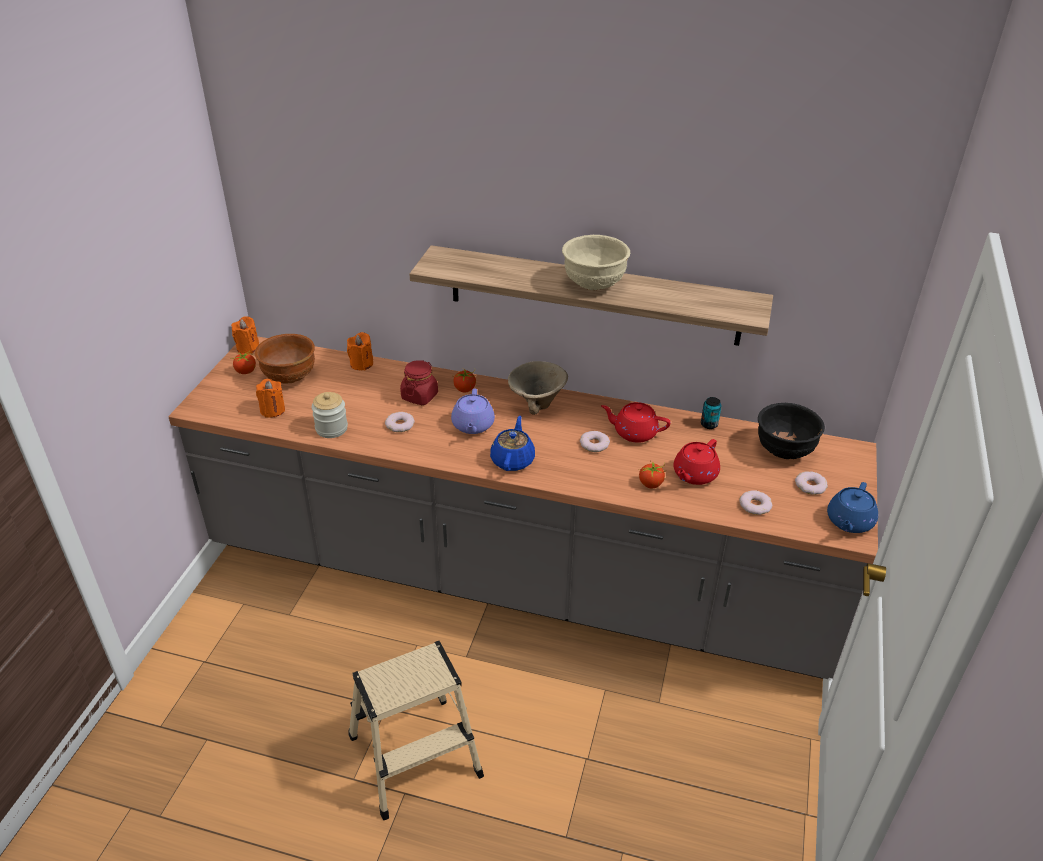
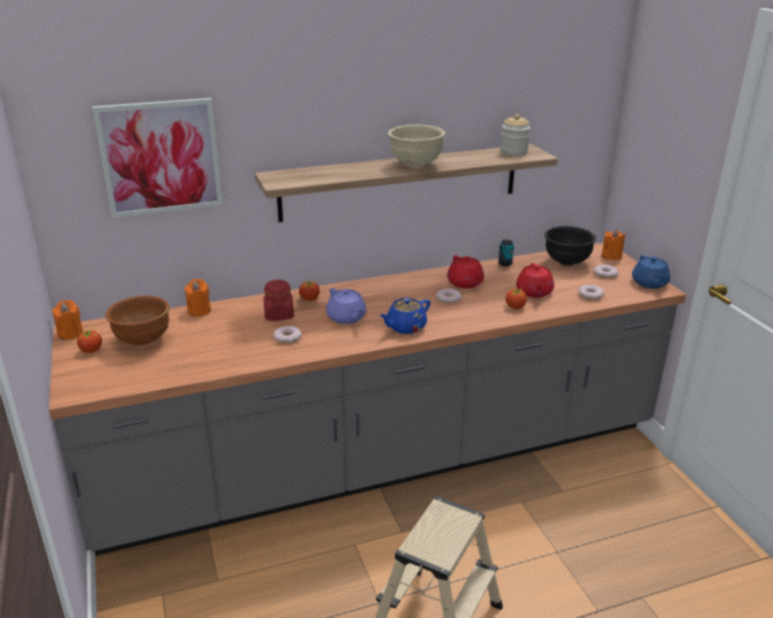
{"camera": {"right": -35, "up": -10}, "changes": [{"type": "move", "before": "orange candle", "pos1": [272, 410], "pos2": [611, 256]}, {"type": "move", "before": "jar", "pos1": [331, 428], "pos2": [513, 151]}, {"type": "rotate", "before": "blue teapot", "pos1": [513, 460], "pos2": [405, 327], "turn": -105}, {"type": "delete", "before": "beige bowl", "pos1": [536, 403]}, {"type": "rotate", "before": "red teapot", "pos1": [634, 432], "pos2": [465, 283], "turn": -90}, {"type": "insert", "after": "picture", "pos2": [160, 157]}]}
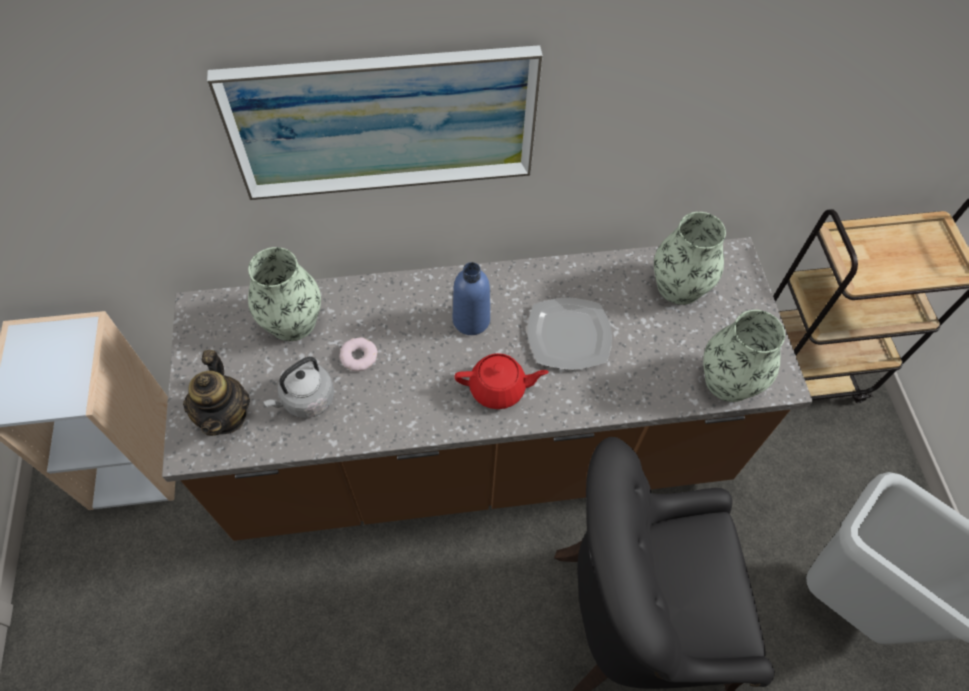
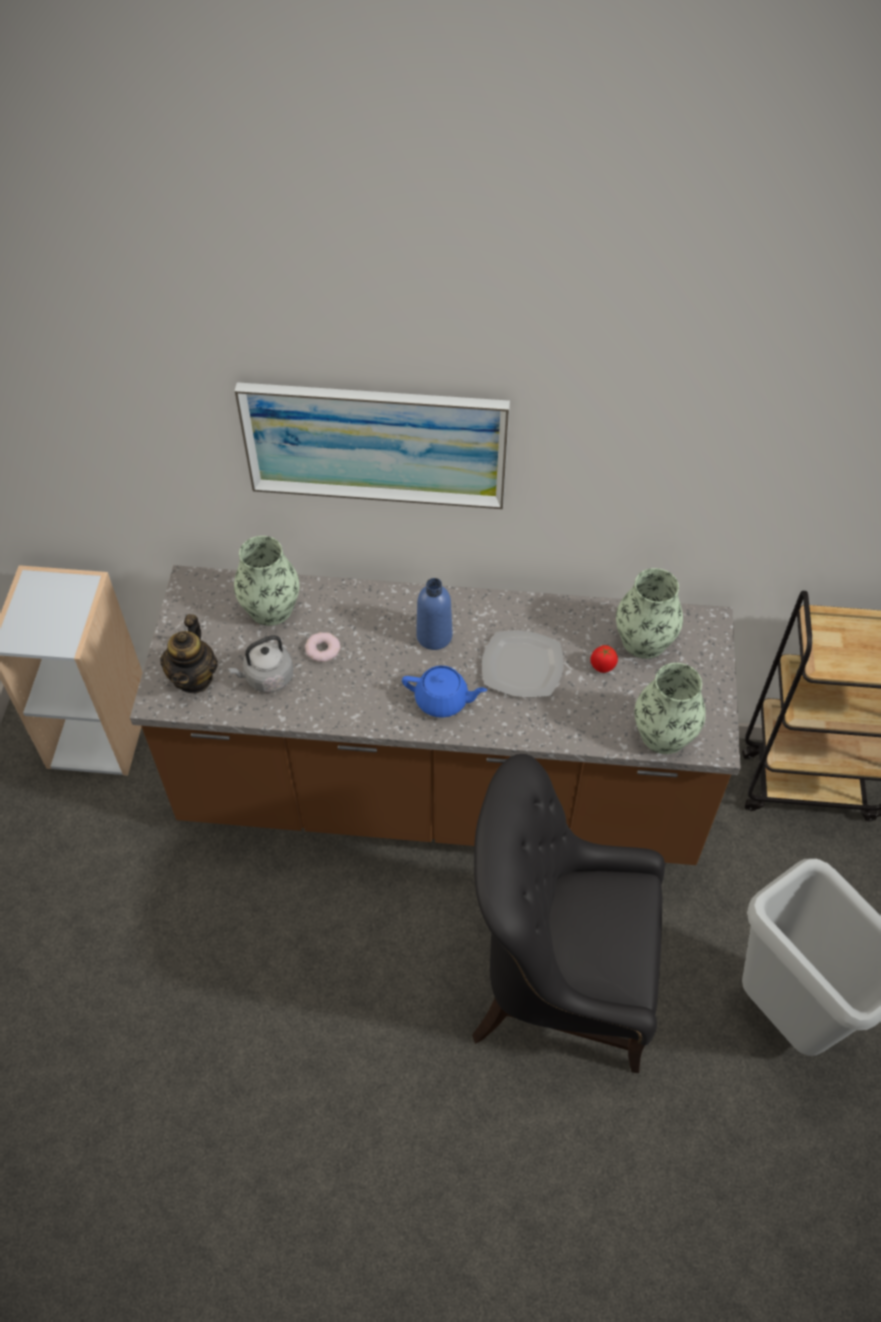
{"camera": {"right": 15, "up": -5}, "changes": [{"type": "recolor", "before": "red teapot", "after": "blue teapot", "pos1": [498, 388], "pos2": [442, 700]}, {"type": "insert", "after": "tomato", "pos2": [602, 667]}]}
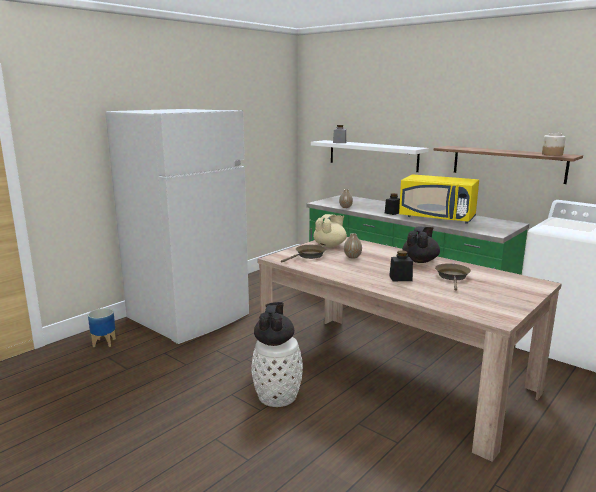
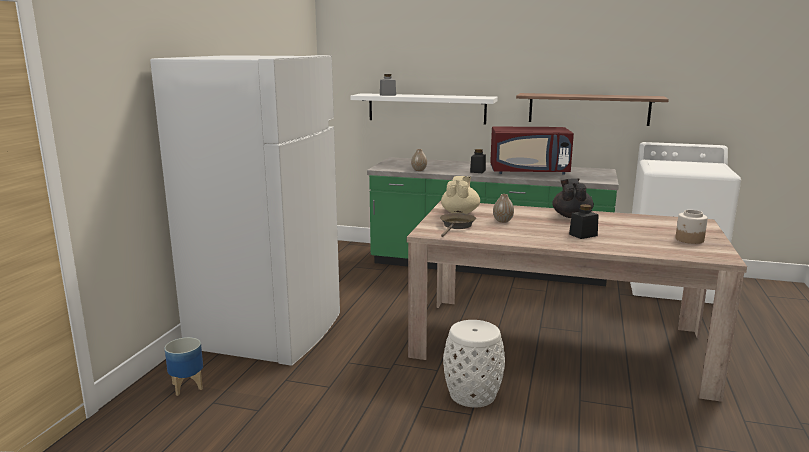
{"camera": {"right": -25, "up": 0}, "changes": [{"type": "delete", "before": "black teapot", "pos1": [274, 342]}, {"type": "recolor", "before": "yellow microwave", "after": "red microwave", "pos1": [437, 218], "pos2": [529, 172]}, {"type": "delete", "before": "brown frying pan", "pos1": [452, 277]}, {"type": "move", "before": "jar", "pos1": [552, 154], "pos2": [689, 240]}]}
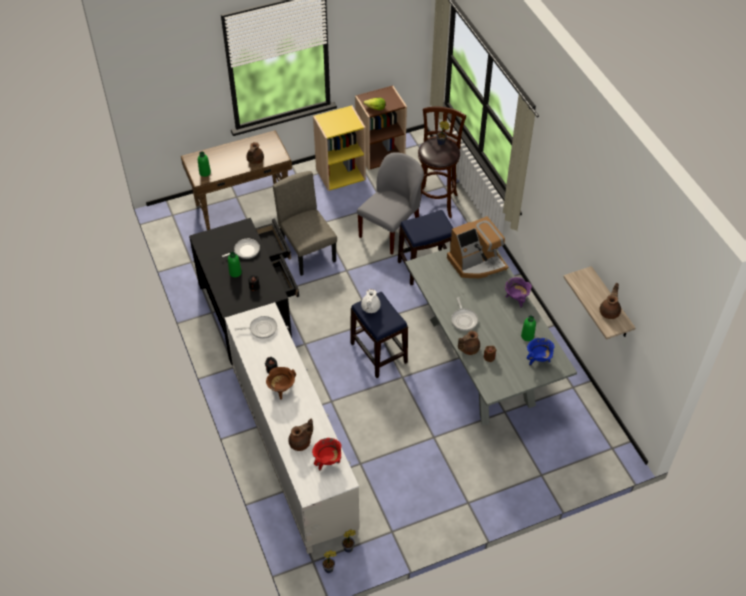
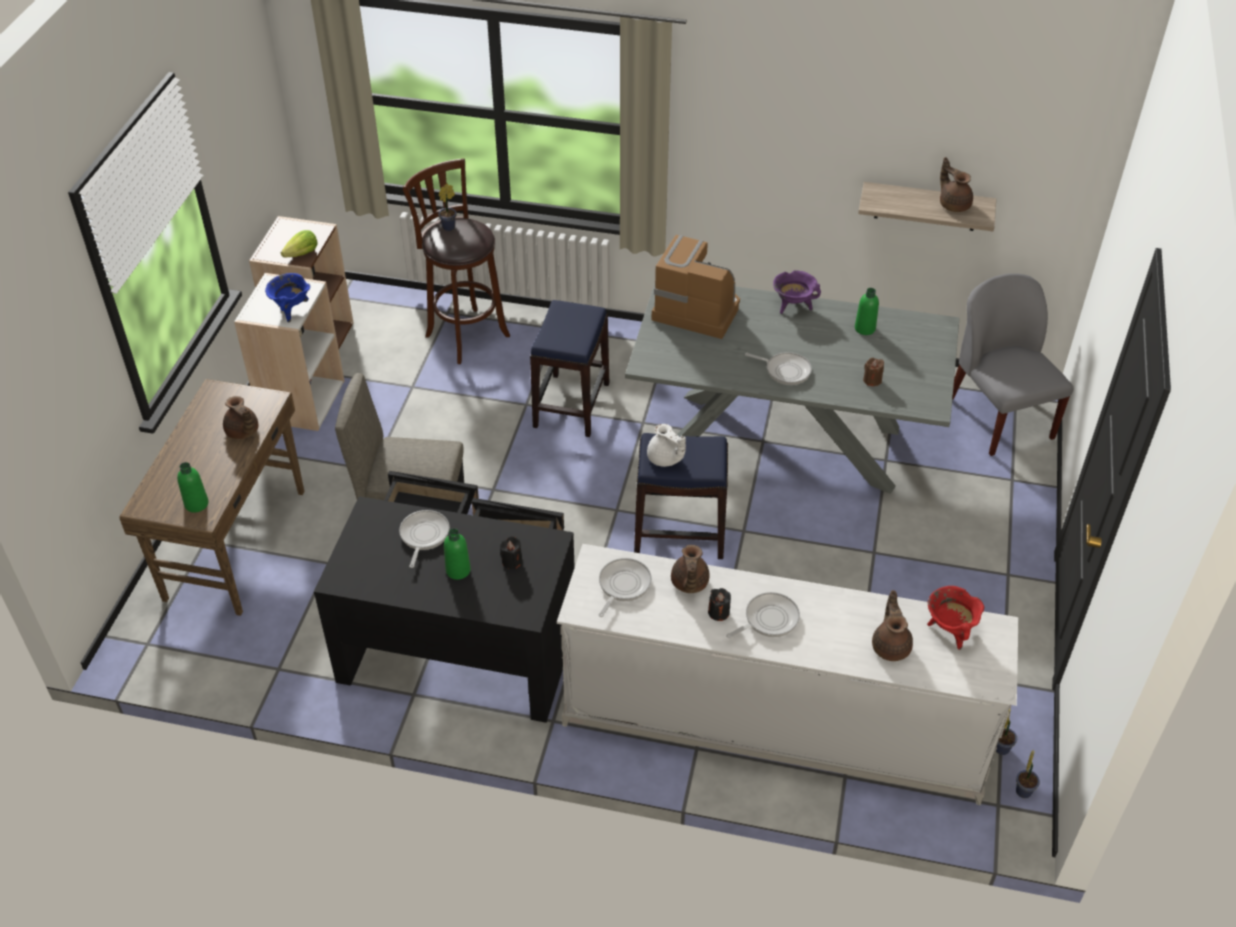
{"camera": {"right": -55, "up": -5}, "changes": [{"type": "replace", "before": "brown cooking pot", "after": "frying pan", "pos1": [281, 389], "pos2": [768, 619]}, {"type": "recolor", "before": "yellow bookcase", "after": "white bookcase", "pos1": [341, 174], "pos2": [301, 400]}, {"type": "move", "before": "grey chair", "pos1": [390, 230], "pos2": [998, 416]}, {"type": "rotate", "before": "coffee machine", "pos1": [477, 263], "pos2": [696, 309], "turn": -75}, {"type": "move", "before": "brown teapot", "pos1": [468, 348], "pos2": [689, 583]}, {"type": "move", "before": "blue cooking pot", "pos1": [538, 359], "pos2": [291, 310]}]}
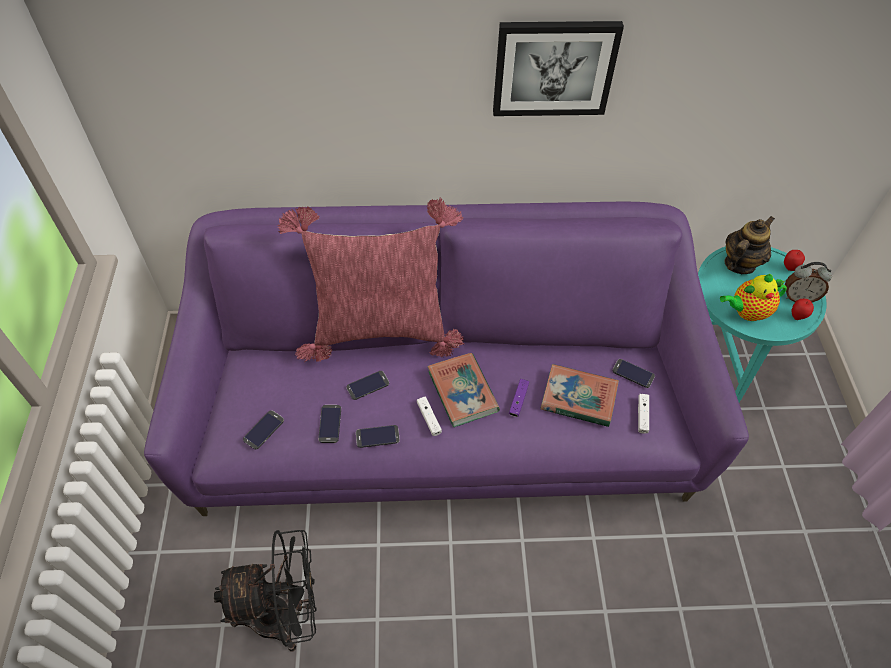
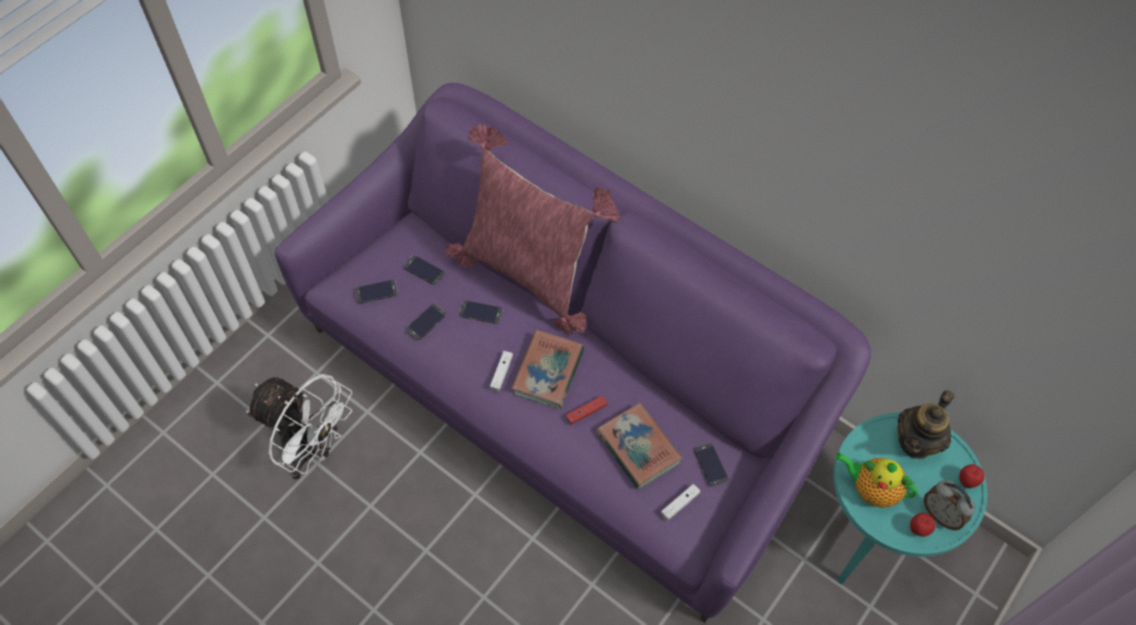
{"camera": {"right": 40, "up": 5}, "changes": [{"type": "recolor", "before": "black fan", "after": "white fan", "pos1": [286, 615], "pos2": [311, 450]}, {"type": "move", "before": "phone", "pos1": [377, 436], "pos2": [424, 270]}, {"type": "delete", "before": "picture", "pos1": [554, 68]}, {"type": "recolor", "before": "purple game controller", "after": "red game controller", "pos1": [518, 400], "pos2": [586, 412]}, {"type": "rotate", "before": "teapot", "pos1": [739, 264], "pos2": [916, 441], "turn": 135}]}
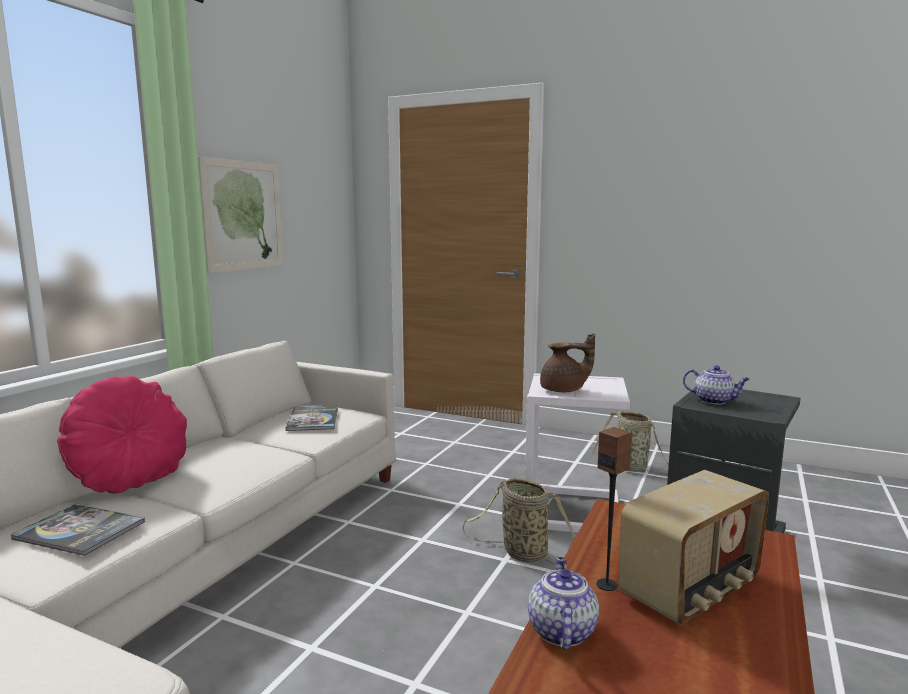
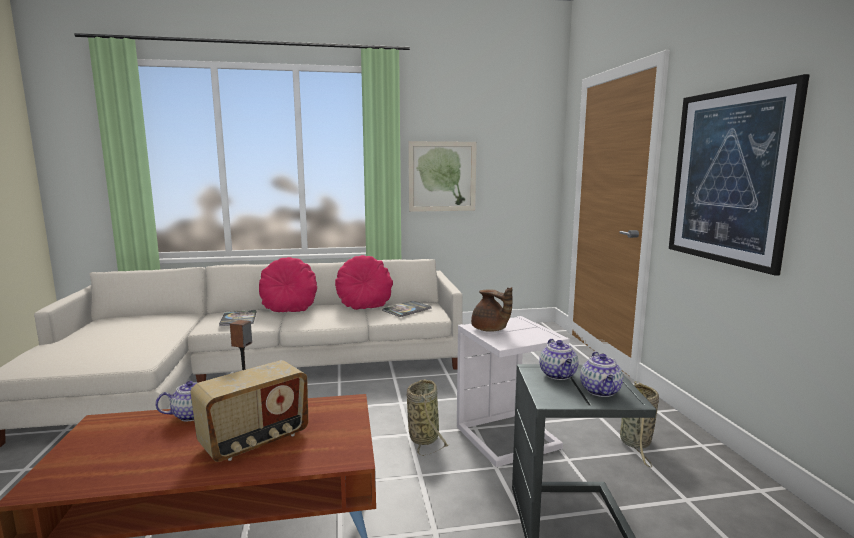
{"camera": {"right": 55, "up": 0}, "changes": [{"type": "rotate", "before": "radio", "pos1": [692, 591], "pos2": [255, 441], "turn": -60}, {"type": "insert", "after": "pink pillow", "pos2": [364, 307]}, {"type": "insert", "after": "teapot", "pos2": [601, 391]}, {"type": "insert", "after": "picture", "pos2": [728, 177]}]}
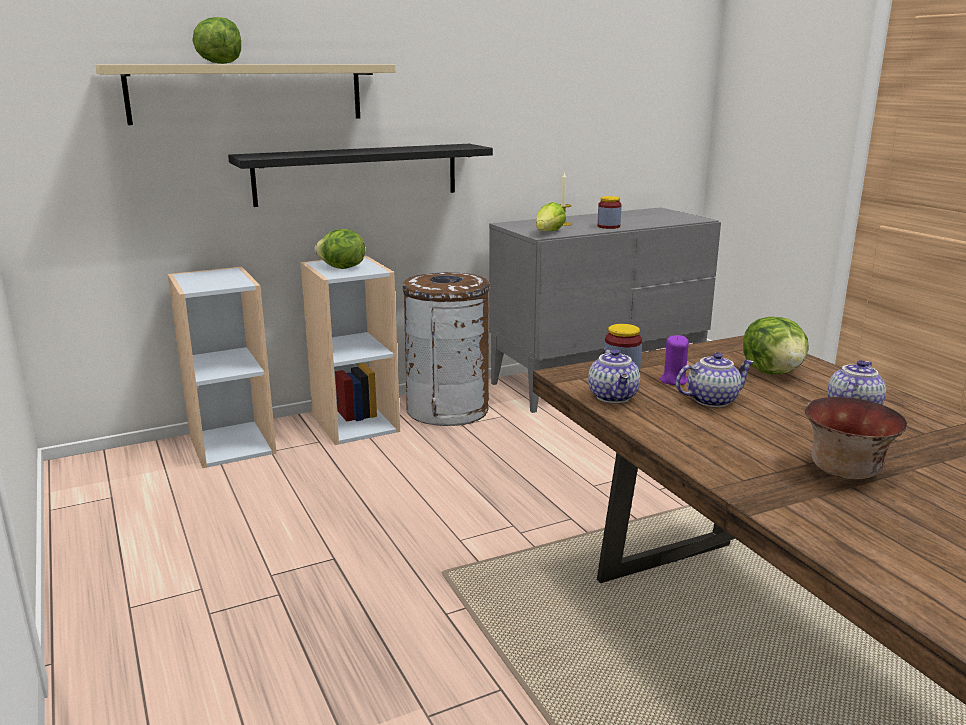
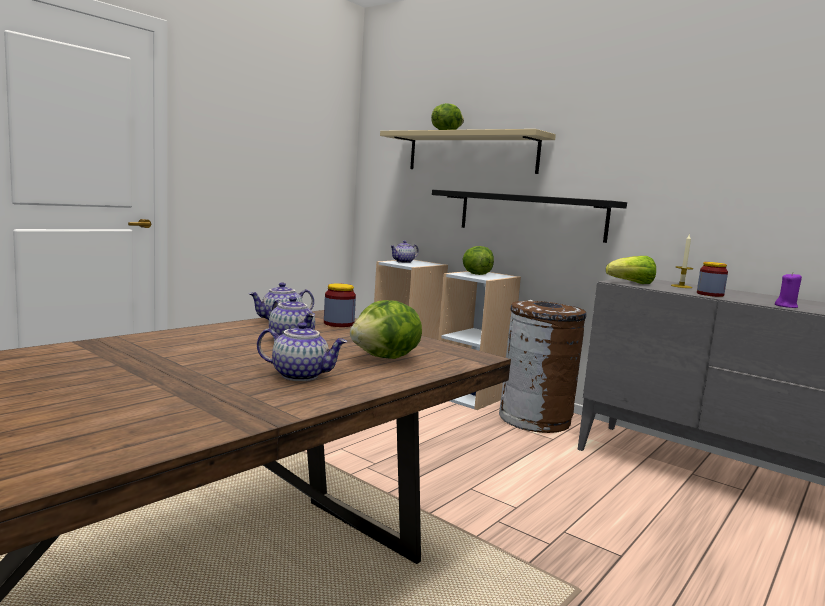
{"camera": {"right": 65, "up": -10}, "changes": [{"type": "move", "before": "purple candle", "pos1": [673, 380], "pos2": [786, 306]}, {"type": "delete", "before": "bowl", "pos1": [844, 470]}, {"type": "insert", "after": "teapot", "pos2": [403, 262]}]}
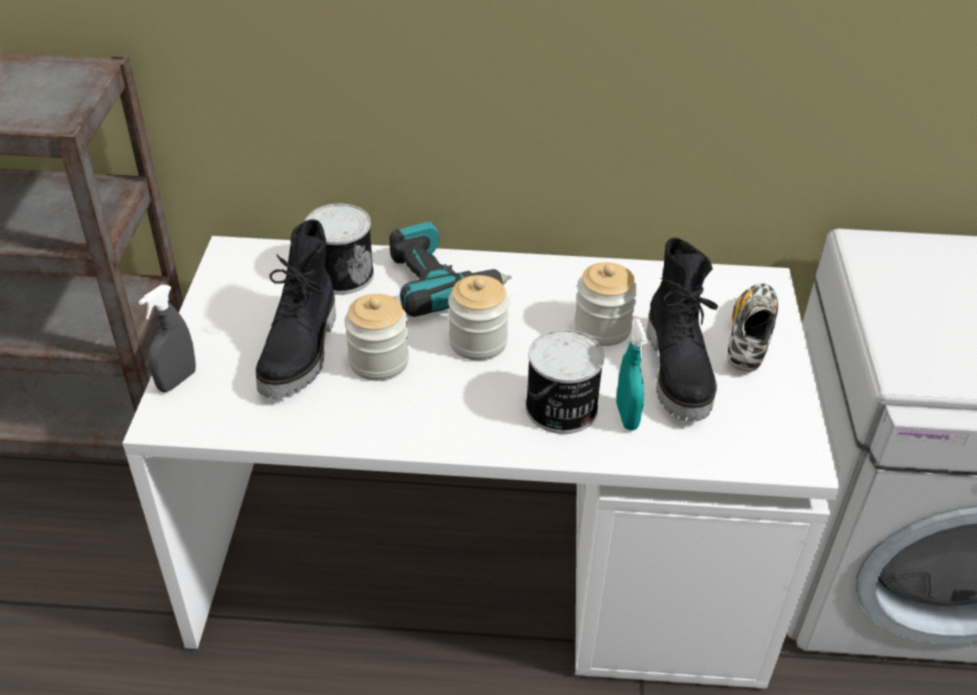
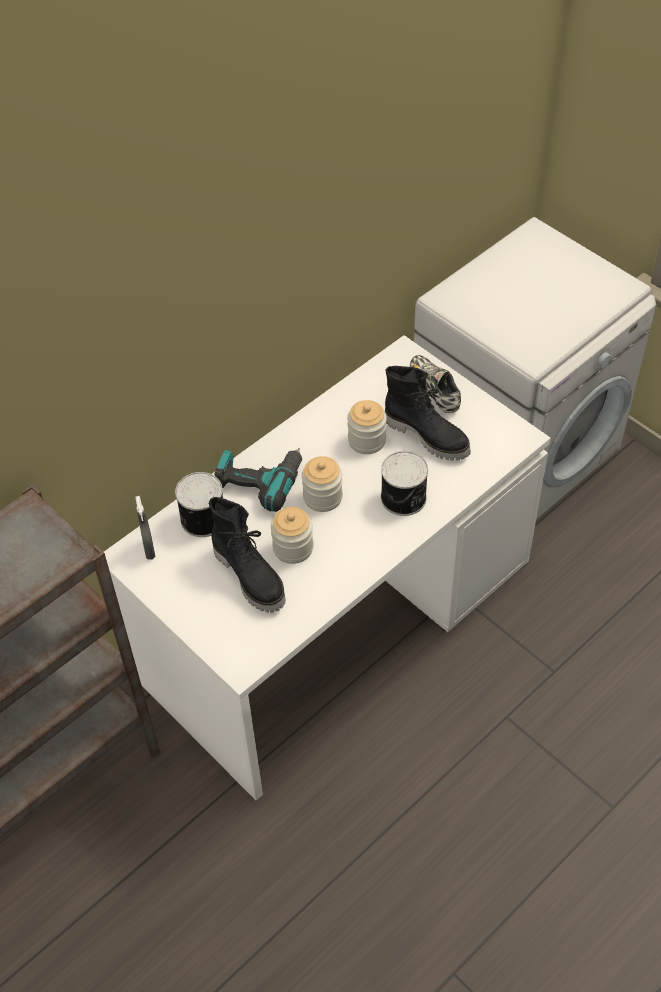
{"camera": {"right": -45, "up": 10}, "changes": [{"type": "move", "before": "grey spray bottle", "pos1": [177, 380], "pos2": [149, 549]}, {"type": "delete", "before": "turquoise spray bottle", "pos1": [627, 416]}]}
